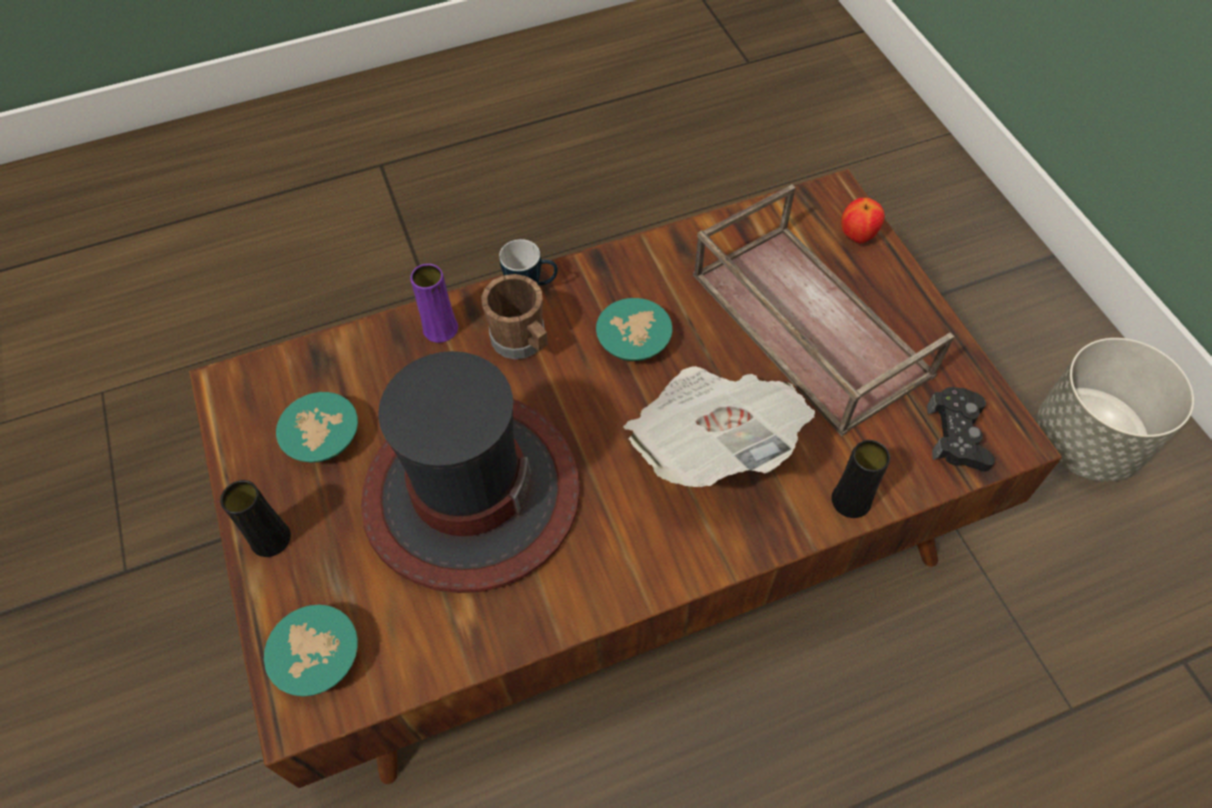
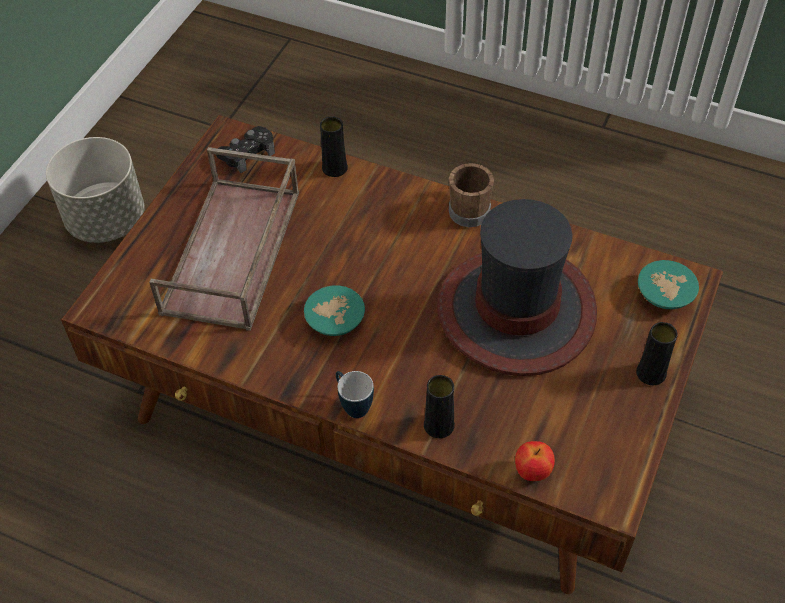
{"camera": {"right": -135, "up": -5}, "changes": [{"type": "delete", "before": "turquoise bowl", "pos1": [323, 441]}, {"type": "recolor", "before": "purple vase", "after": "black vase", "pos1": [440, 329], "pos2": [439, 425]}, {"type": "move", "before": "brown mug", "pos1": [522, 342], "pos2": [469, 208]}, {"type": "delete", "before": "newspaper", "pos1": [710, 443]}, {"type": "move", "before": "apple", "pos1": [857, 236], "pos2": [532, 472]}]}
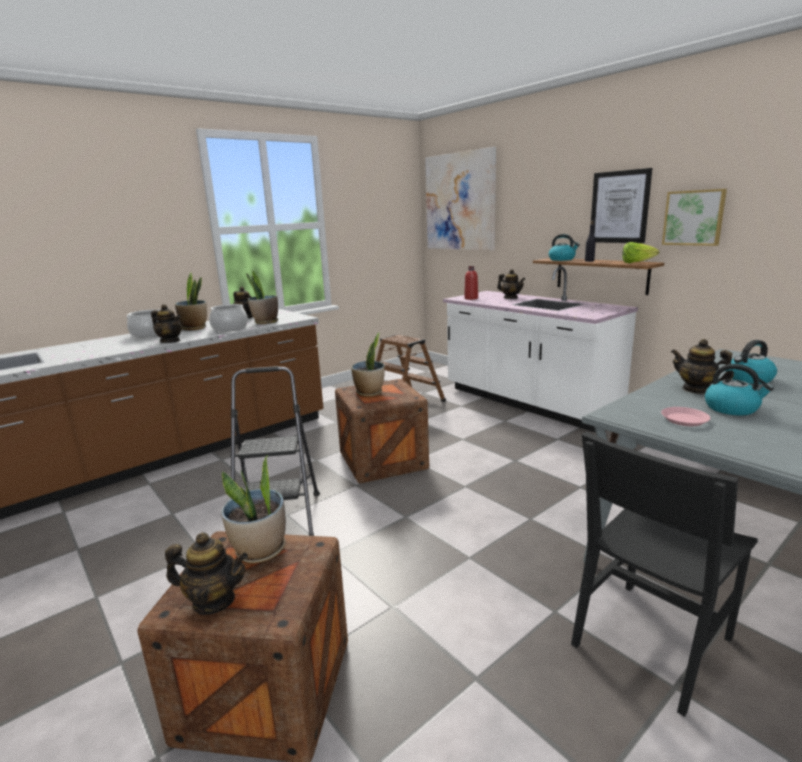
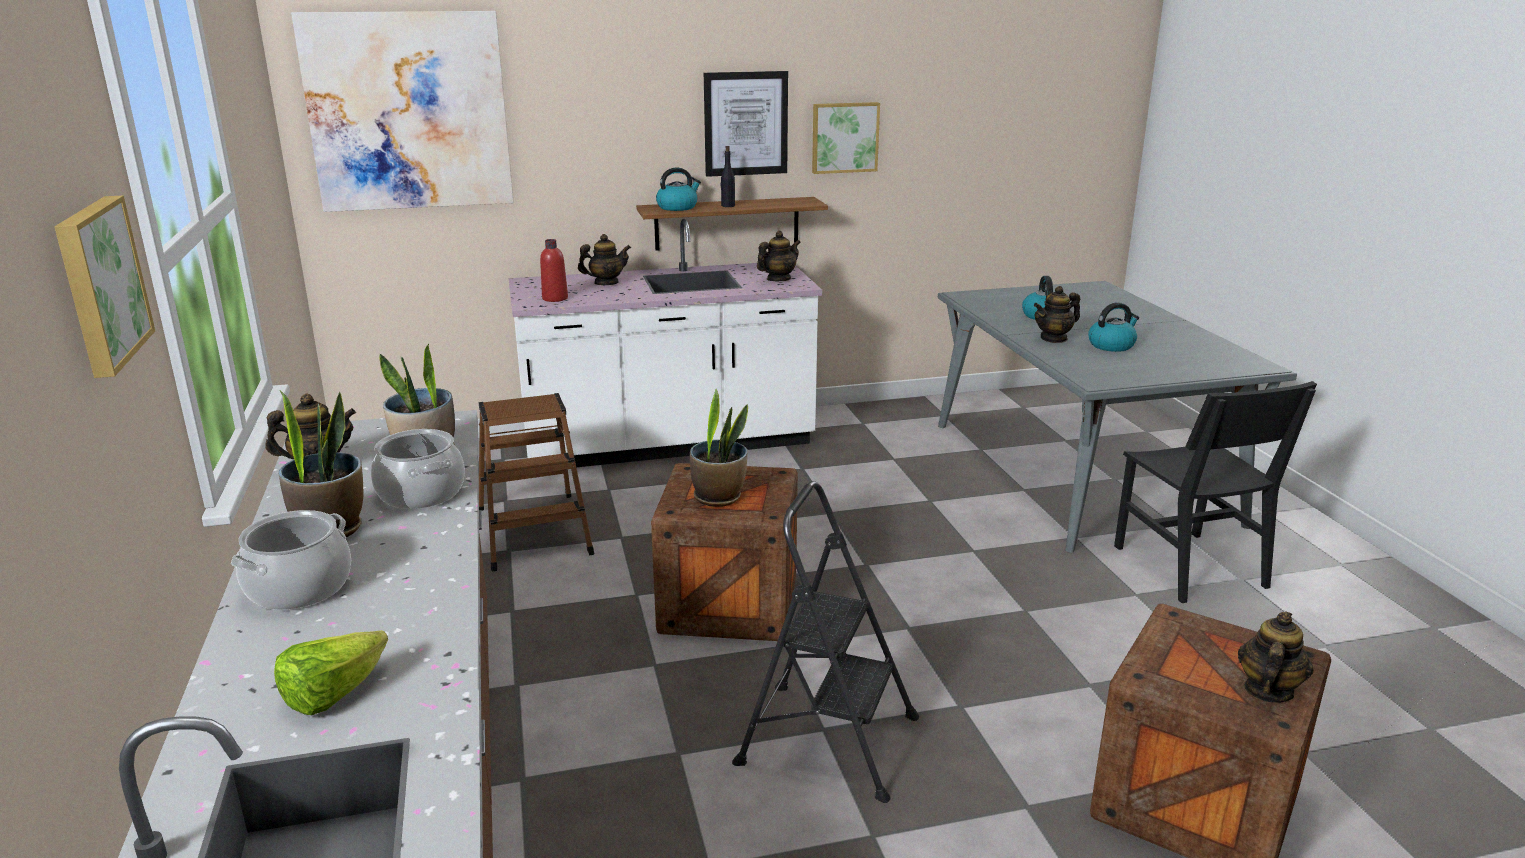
{"camera": {"right": -65, "up": 5}, "changes": [{"type": "move", "before": "teapot", "pos1": [170, 341], "pos2": [778, 279]}, {"type": "delete", "before": "potted plant", "pos1": [260, 551]}, {"type": "move", "before": "lettuce", "pos1": [636, 263], "pos2": [333, 695]}, {"type": "delete", "before": "pink plate", "pos1": [684, 420]}, {"type": "insert", "after": "picture", "pos2": [99, 284]}]}
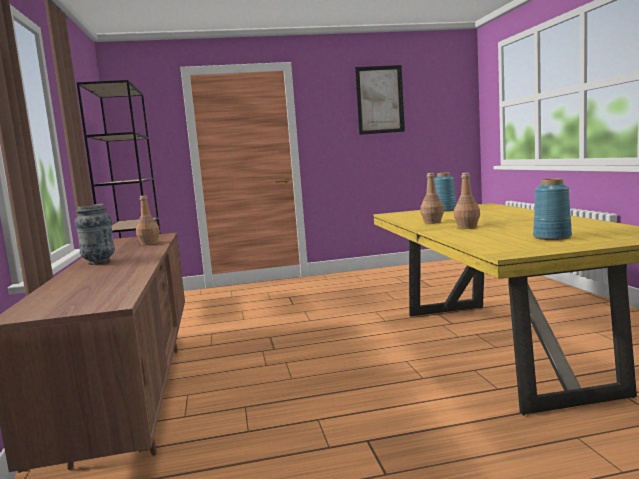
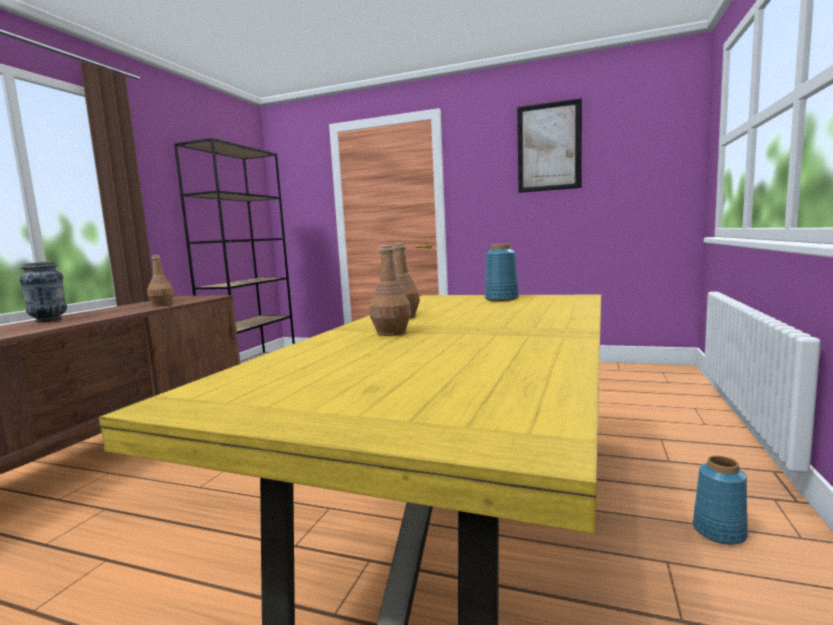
{"camera": {"right": 30, "up": 0}, "changes": [{"type": "move", "before": "blue vase", "pos1": [551, 237], "pos2": [719, 531]}]}
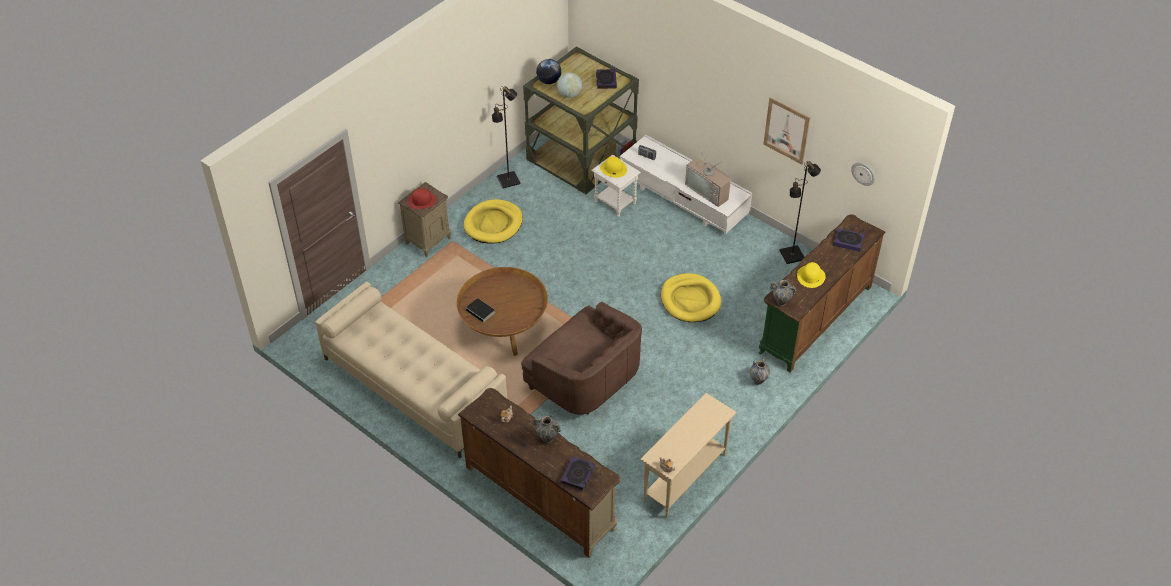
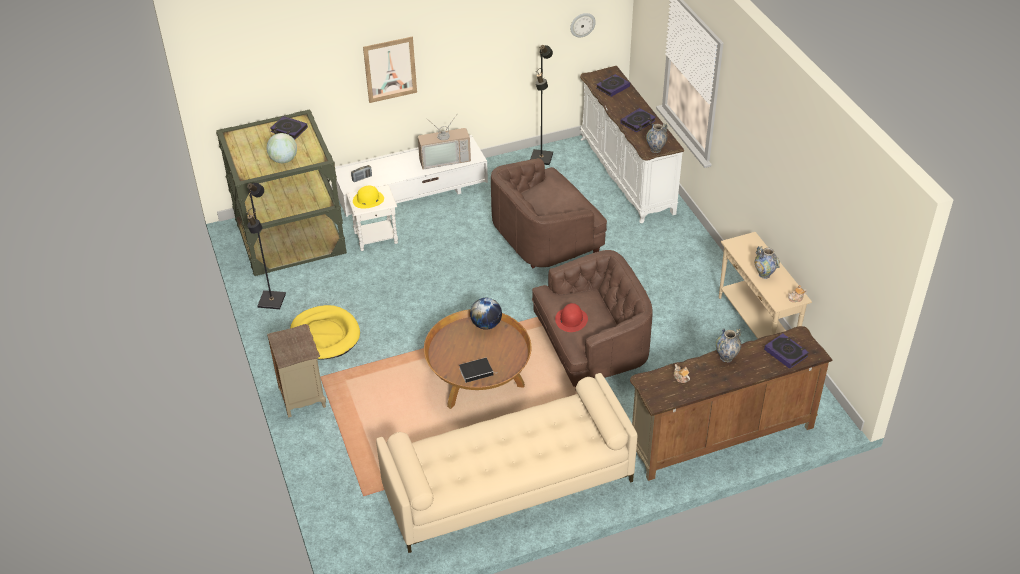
{"camera": {"right": -60, "up": -5}, "changes": [{"type": "move", "before": "red hat", "pos1": [422, 200], "pos2": [571, 319]}, {"type": "move", "before": "globe", "pos1": [549, 81], "pos2": [486, 324]}, {"type": "replace", "before": "yellow dog bed", "after": "brown armchair", "pos1": [690, 300], "pos2": [545, 239]}, {"type": "move", "before": "vase", "pos1": [758, 381], "pos2": [764, 275]}, {"type": "recolor", "before": "green cabinet", "after": "white cabinet", "pos1": [814, 318], "pos2": [625, 175]}, {"type": "move", "before": "picture", "pos1": [786, 130], "pos2": [390, 69]}, {"type": "replace", "before": "yellow hat", "after": "book", "pos1": [811, 276], "pos2": [638, 122]}]}
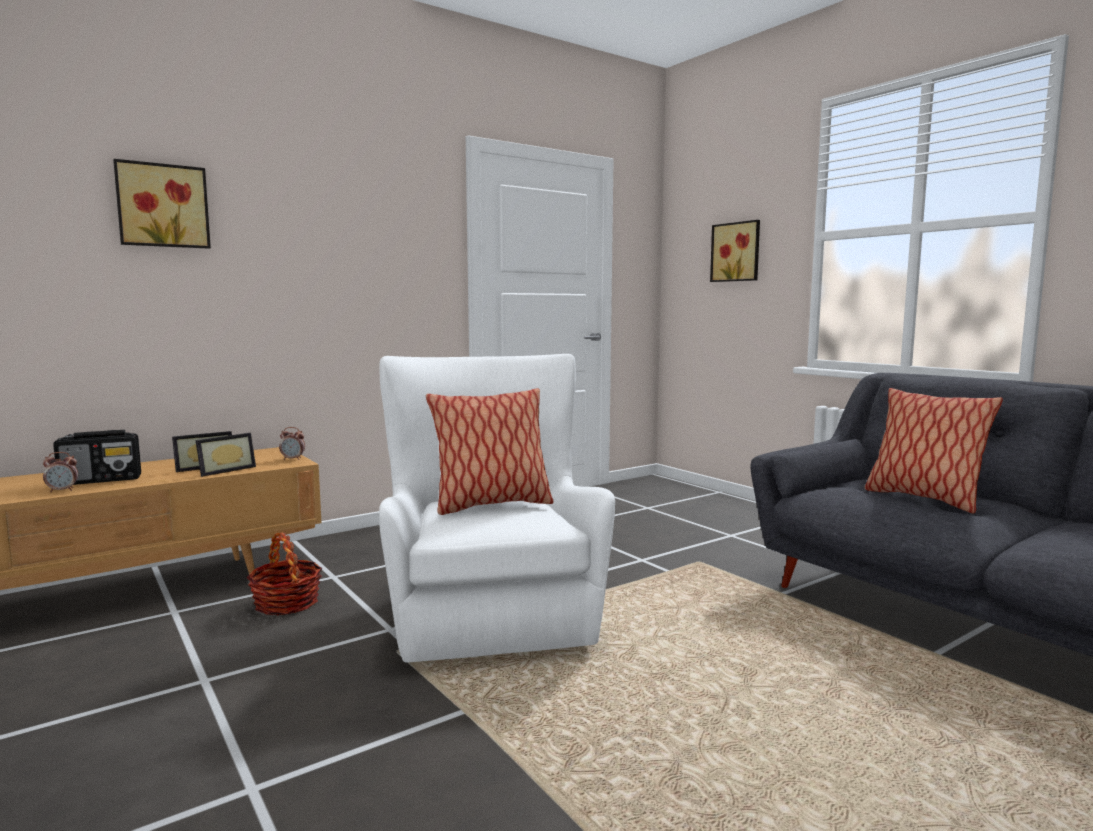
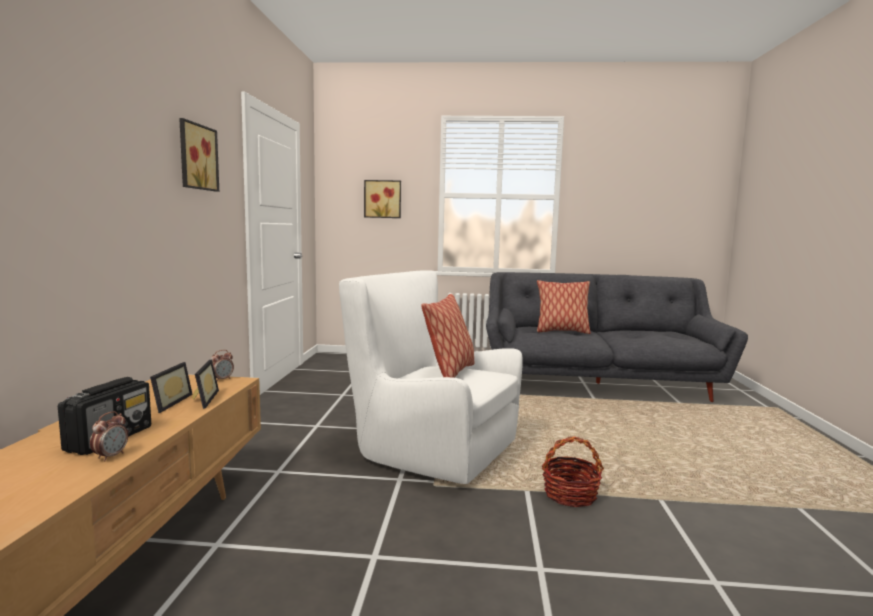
{"camera": {"right": -50, "up": 0}, "changes": [{"type": "move", "before": "picture", "pos1": [163, 206], "pos2": [196, 157]}, {"type": "move", "before": "basket", "pos1": [286, 603], "pos2": [570, 495]}]}
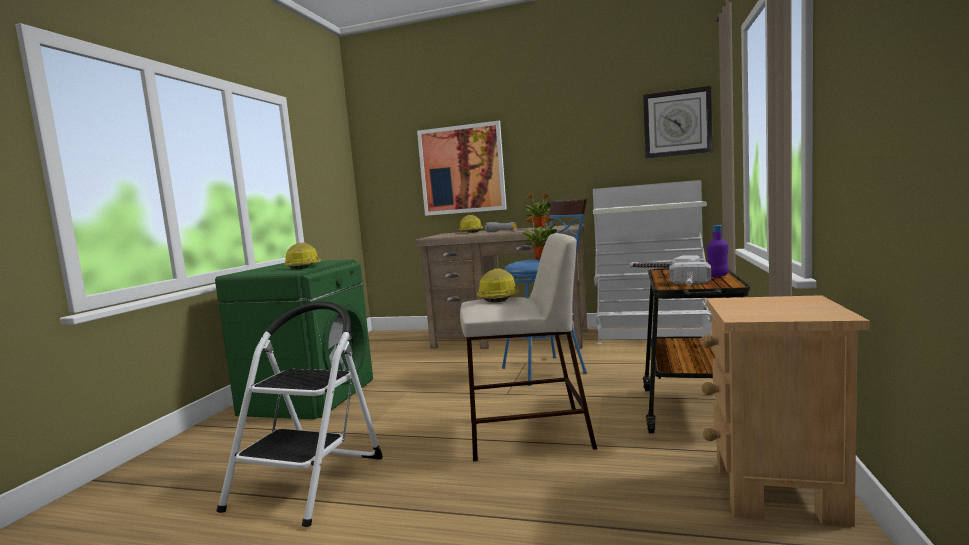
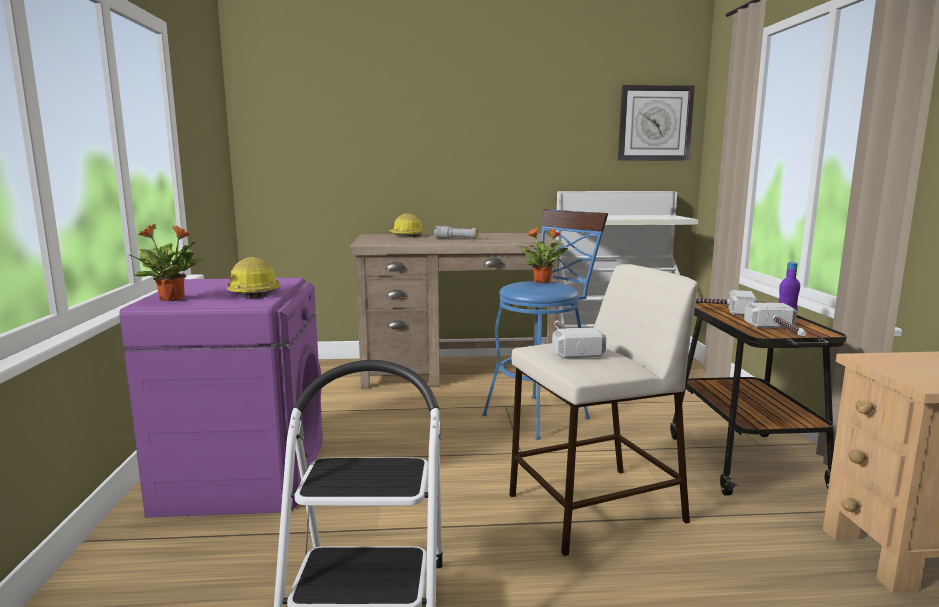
{"camera": {"right": -20, "up": 5}, "changes": [{"type": "recolor", "before": "green washing machine", "after": "purple washing machine", "pos1": [312, 396], "pos2": [247, 473]}, {"type": "delete", "before": "picture", "pos1": [462, 169]}, {"type": "replace", "before": "hard hat", "after": "hammer", "pos1": [499, 298], "pos2": [568, 345]}, {"type": "move", "before": "potted plant", "pos1": [540, 227], "pos2": [173, 299]}]}
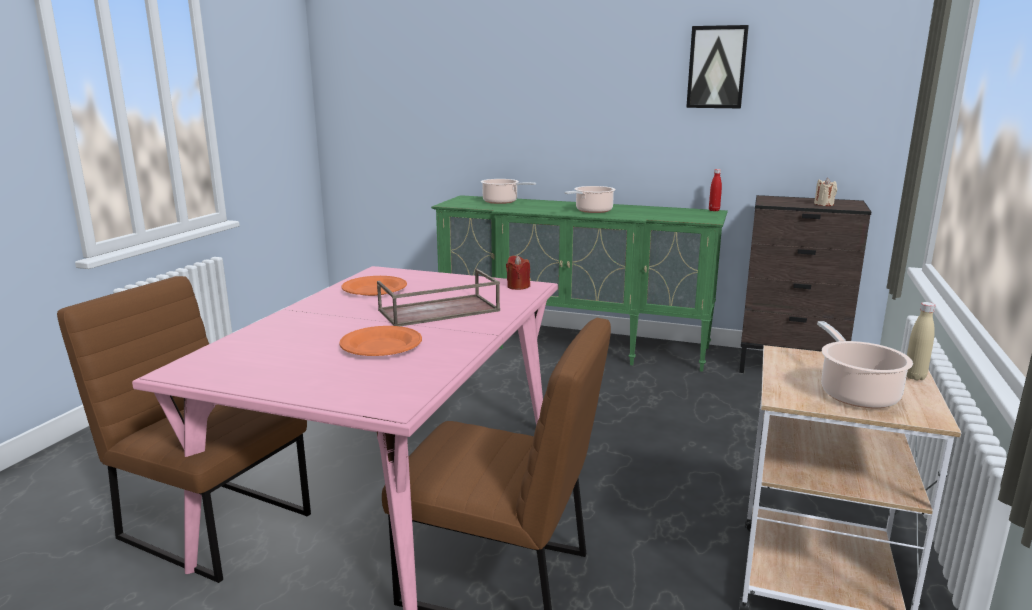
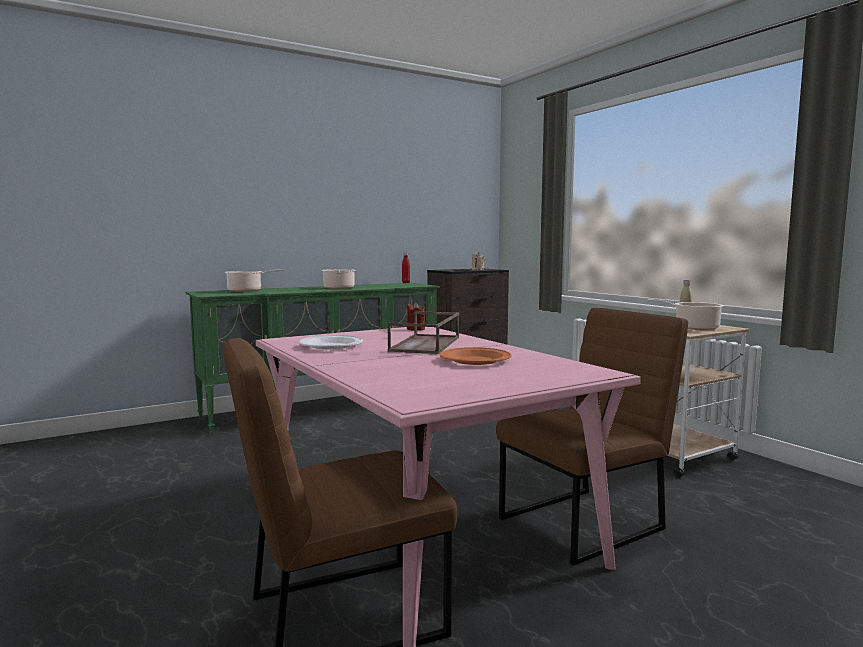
{"camera": {"right": -50, "up": -10}, "changes": [{"type": "recolor", "before": "orange plate", "after": "white plate", "pos1": [375, 290], "pos2": [331, 346]}, {"type": "delete", "before": "picture", "pos1": [716, 67]}]}
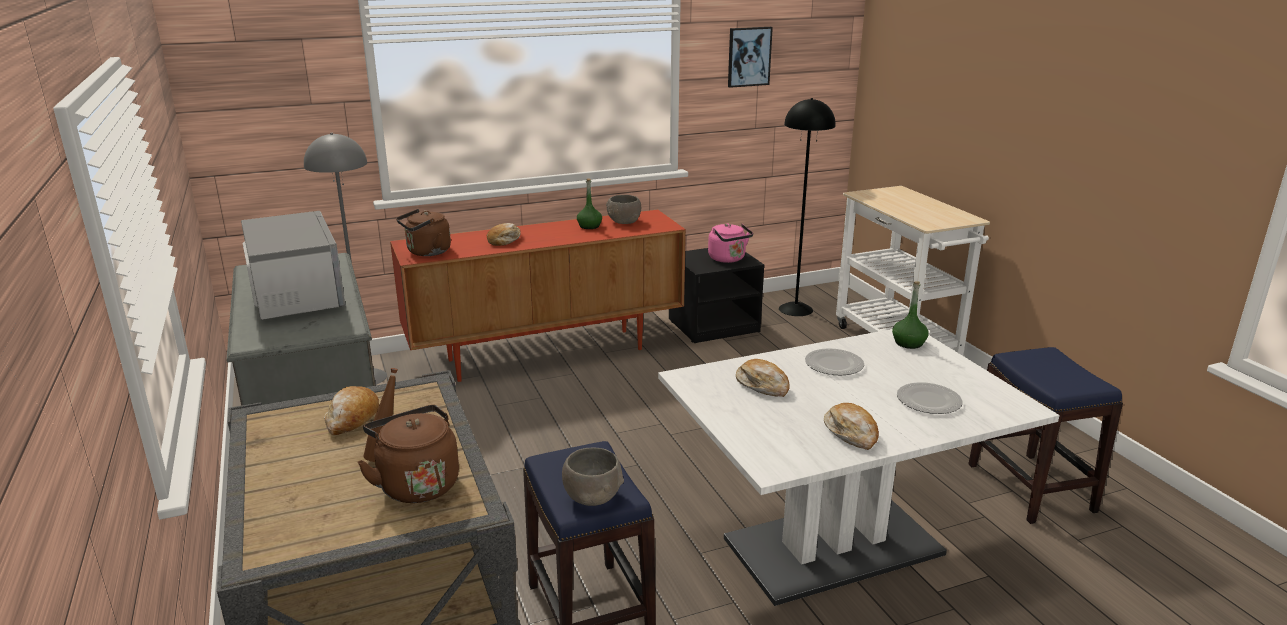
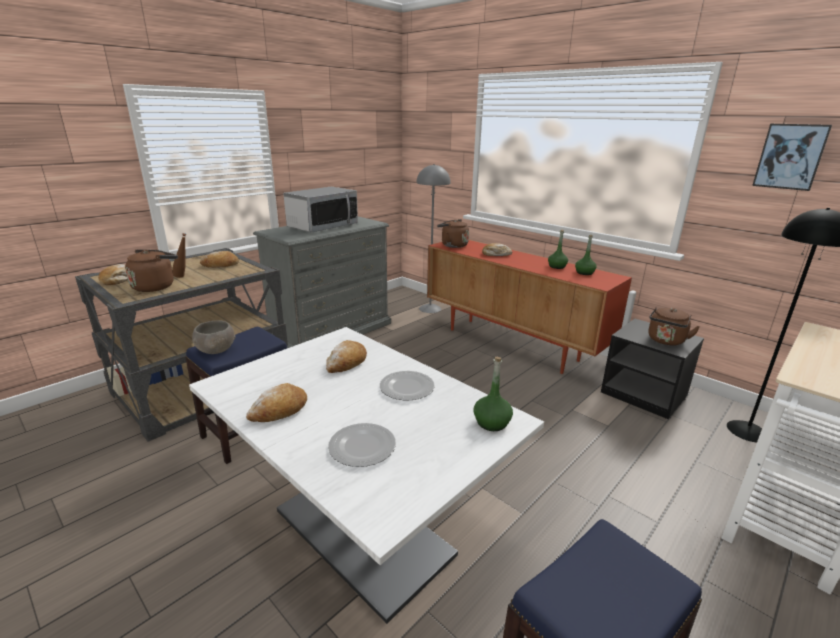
{"camera": {"right": 65, "up": 0}, "changes": [{"type": "replace", "before": "grey bowl", "after": "green bottle", "pos1": [623, 221], "pos2": [584, 273]}, {"type": "recolor", "before": "pink kettle", "after": "brown kettle", "pos1": [728, 259], "pos2": [666, 341]}, {"type": "insert", "after": "bread", "pos2": [118, 280]}]}
